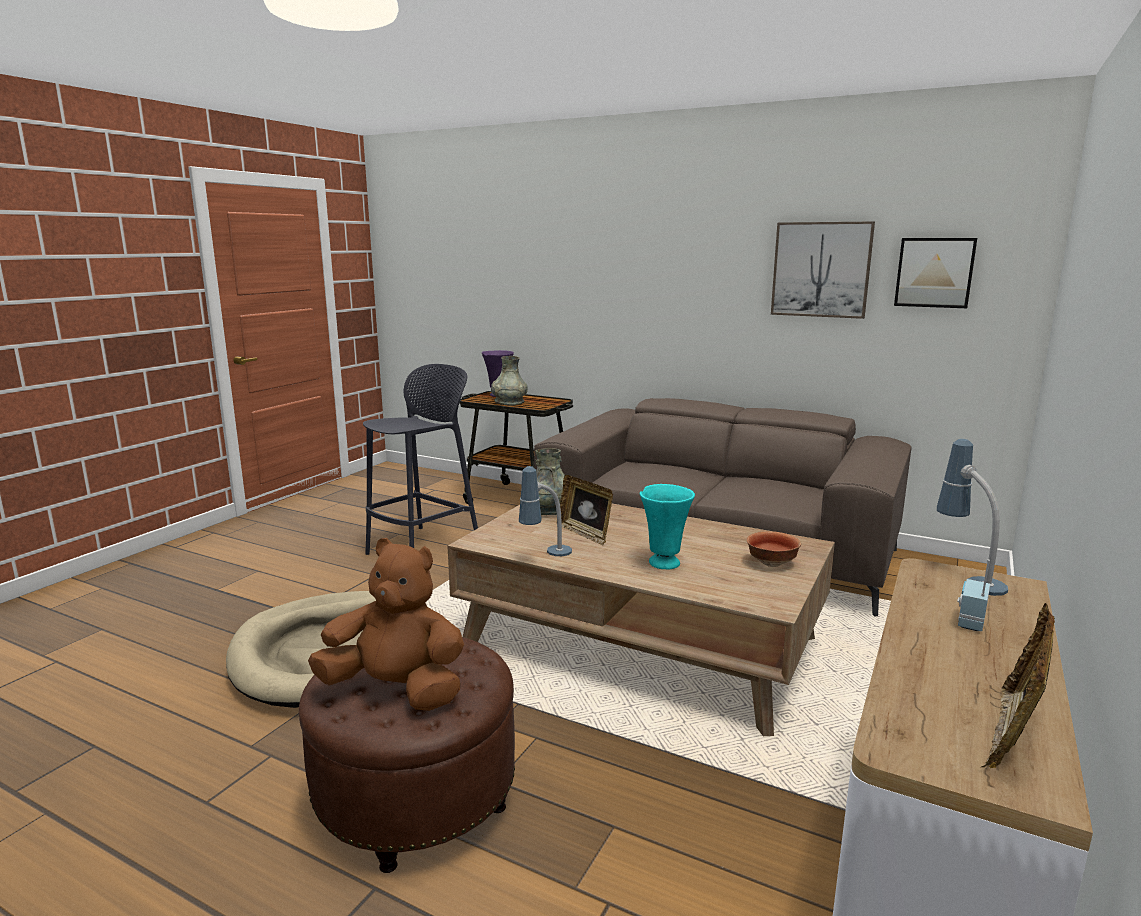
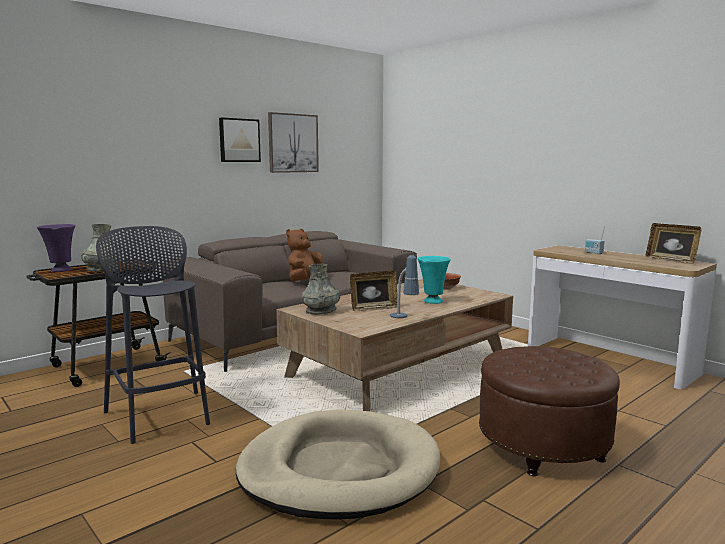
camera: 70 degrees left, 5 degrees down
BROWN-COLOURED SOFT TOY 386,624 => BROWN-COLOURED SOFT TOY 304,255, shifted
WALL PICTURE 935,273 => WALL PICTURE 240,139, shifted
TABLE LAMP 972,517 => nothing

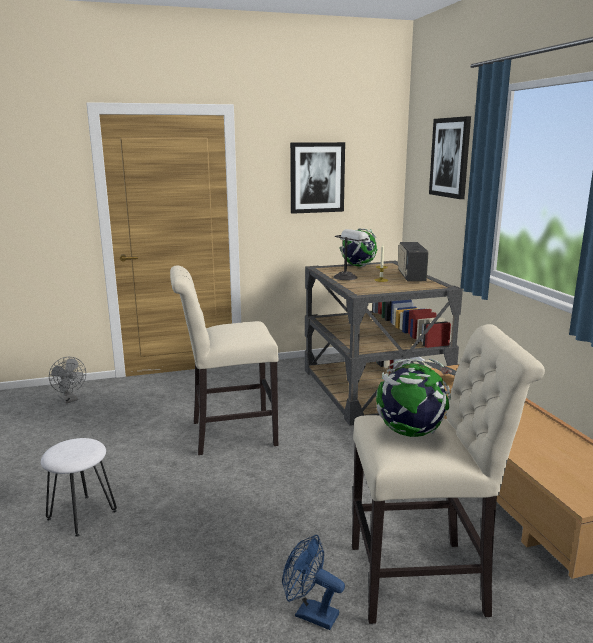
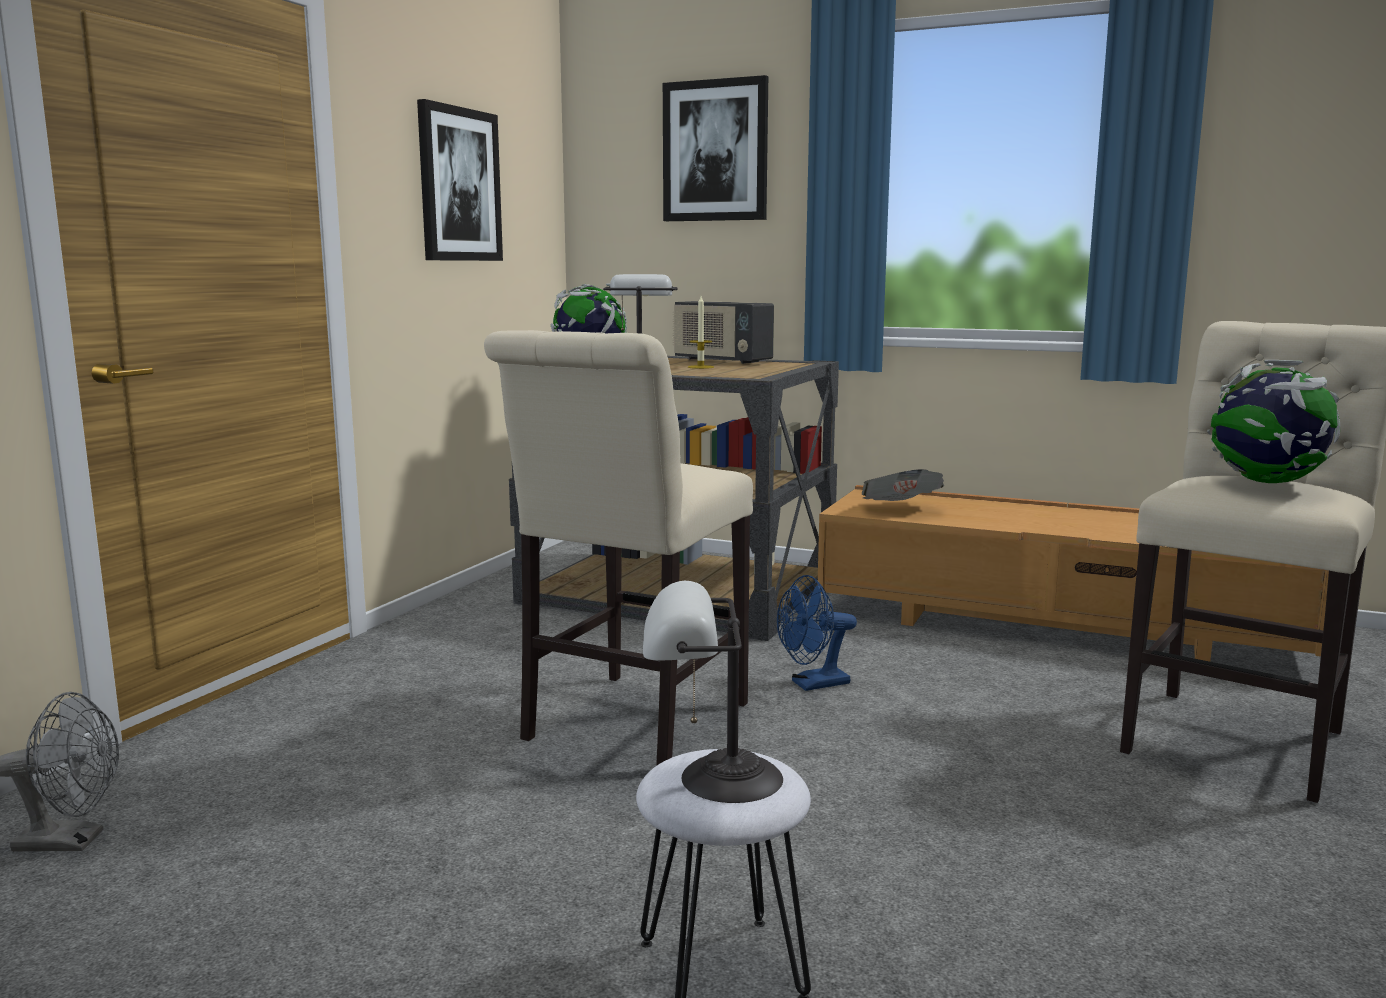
camera: 50 degrees left, 5 degrees down
BLUISH FAN 313,582 => BLUISH FAN 817,633, shifted
nothing => TABLE LAMP 713,692

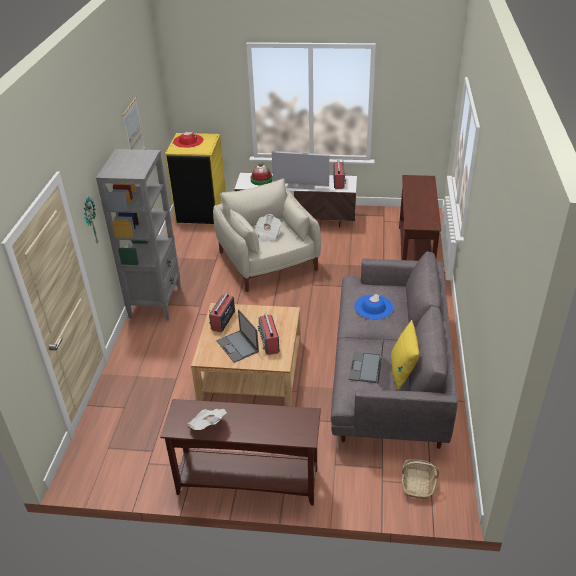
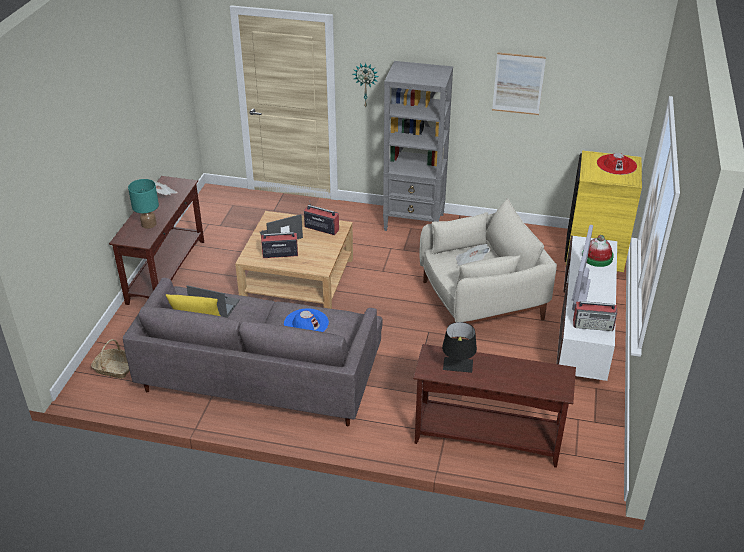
camera: 95 degrees right, 0 degrees up
nothing => TURQUOISE-COLOURED TABLE LAMP 143,204
nothing => BLACKISH TABLE LAMP 459,347

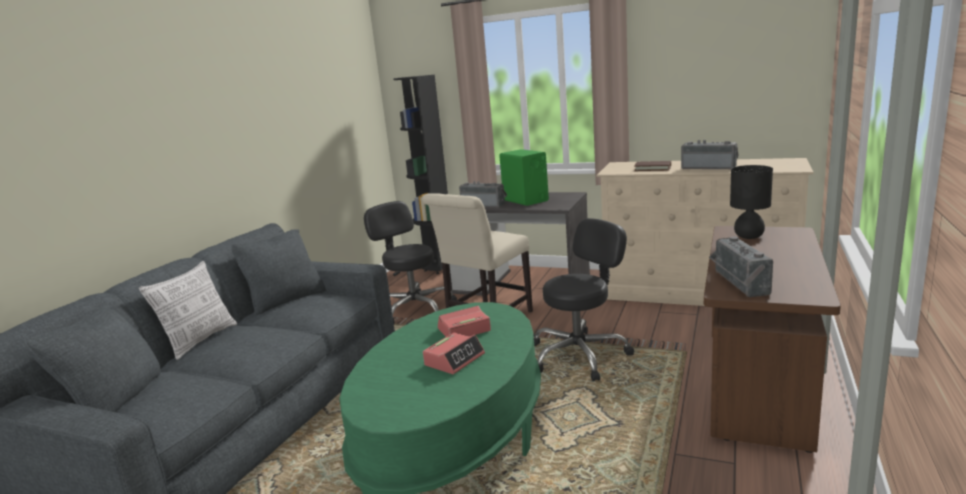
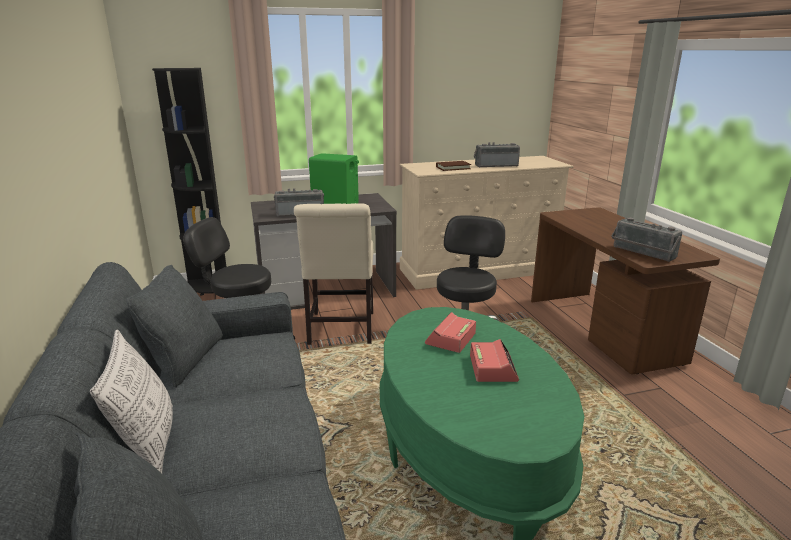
camera: 40 degrees left, 5 degrees up
BLACKISH TABLE LAMP 751,202 => nothing

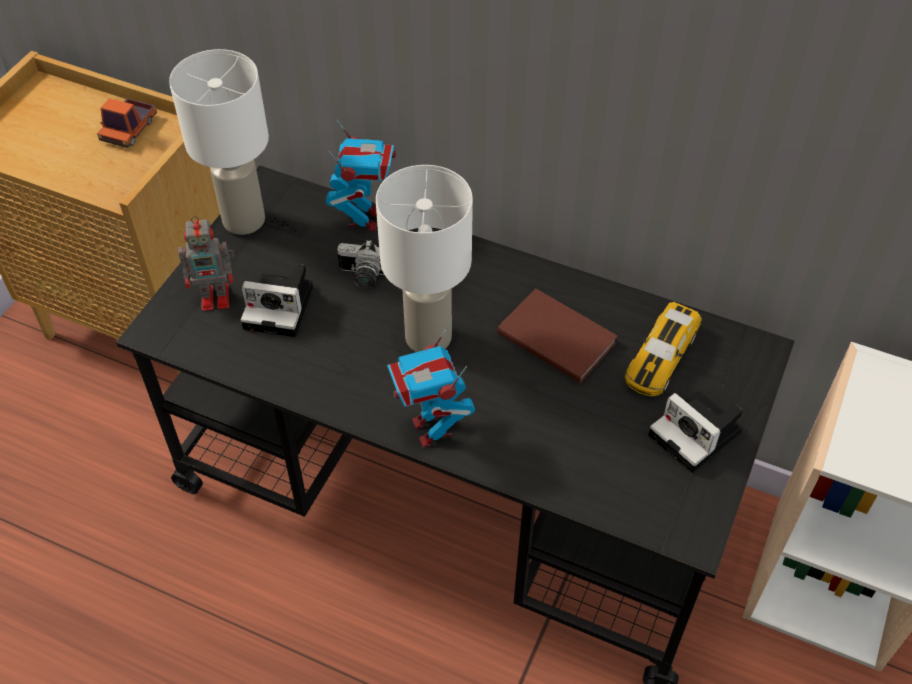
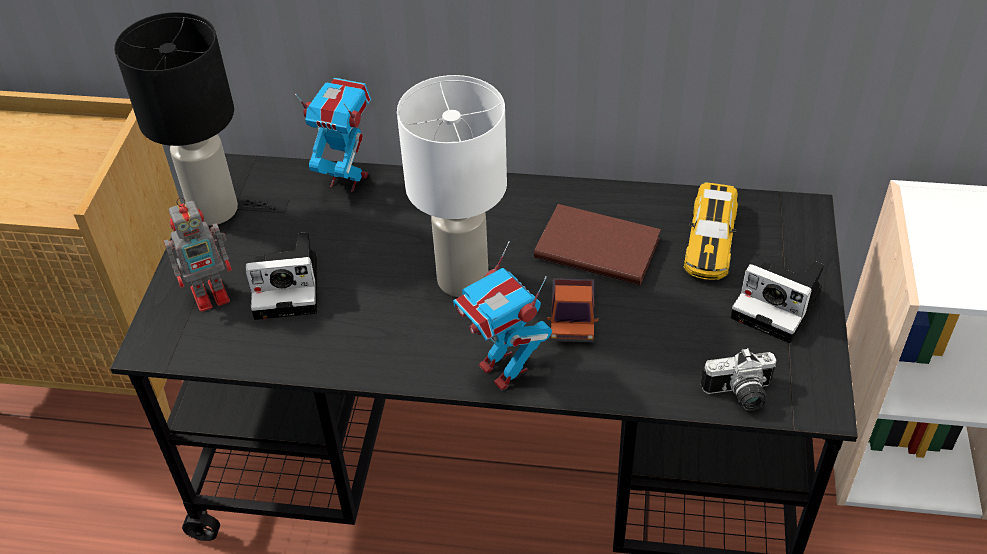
camera: 15 degrees left, 5 degrees down
TOY LORRY 127,123 => TOY LORRY 573,310, shifted
WHITISH TABLE LAMP 219,142 => BLACKISH TABLE LAMP 176,119
TOY ROBOT 361,175 => TOY ROBOT 333,135, 60 degrees counterclockwise
STILL CAMERA 360,264 => STILL CAMERA 739,379, shifted

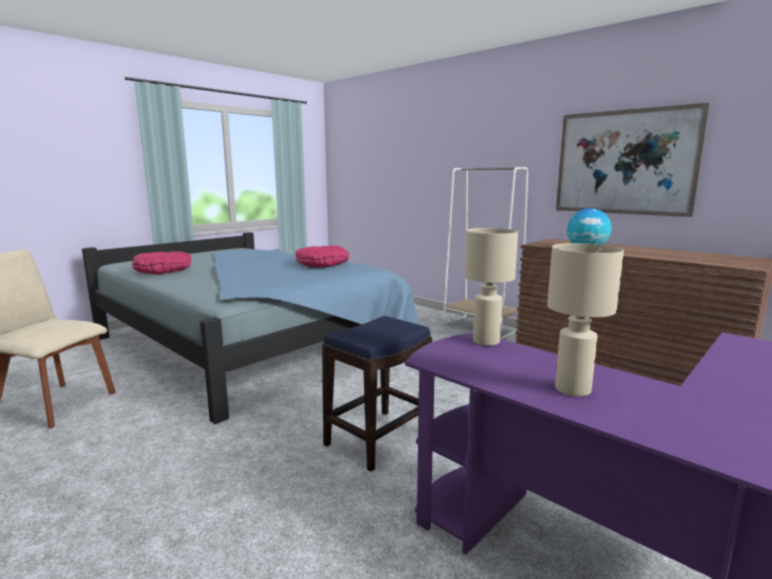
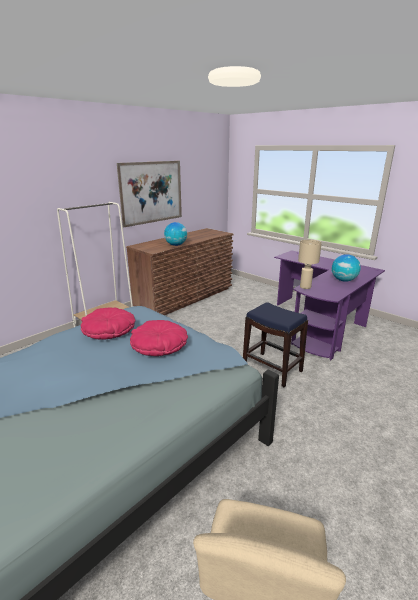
camera: 90 degrees left, 10 degrees up
PINK-COLOURED PILLOW 161,262 => PINK-COLOURED PILLOW 159,338, shifted
BEIGE-COLOURED TABLE LAMP 585,320 => DESK GLOBE 345,268

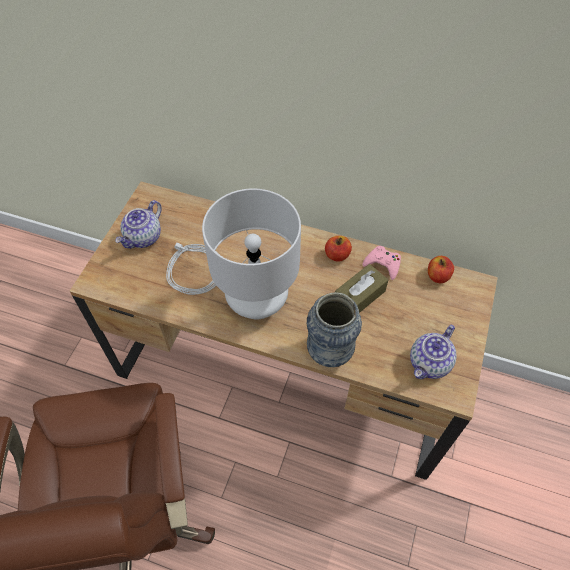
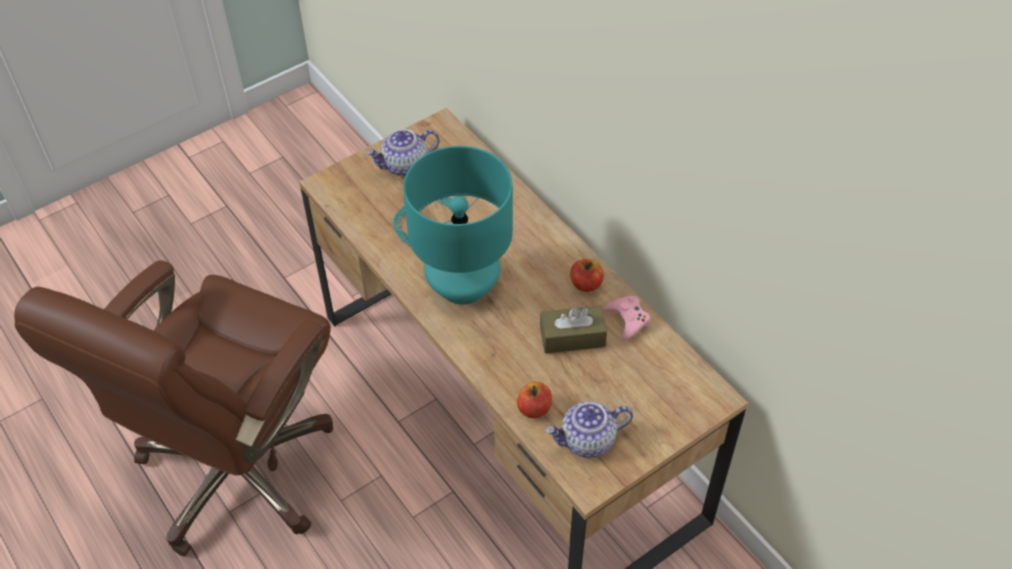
camera: 35 degrees right, 5 degrees down
WHITISH TABLE LAMP 233,253 => TURQUOISE-COLOURED TABLE LAMP 453,225
FLOWER VASE 334,329 => nothing
APPLE FRUIT 441,269 => APPLE FRUIT 534,400, shifted

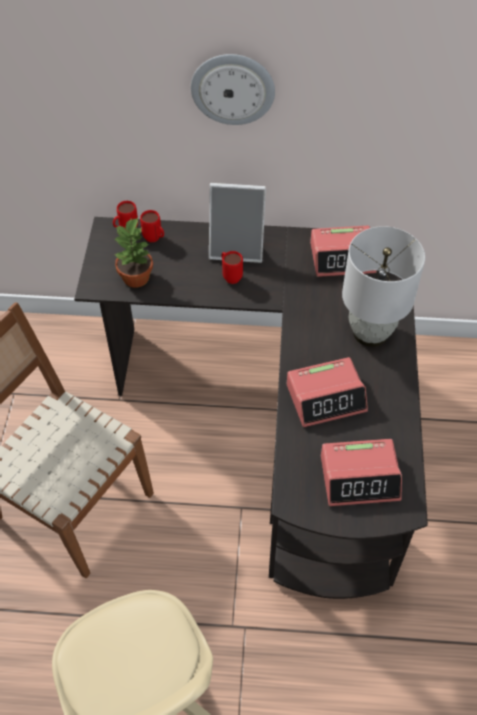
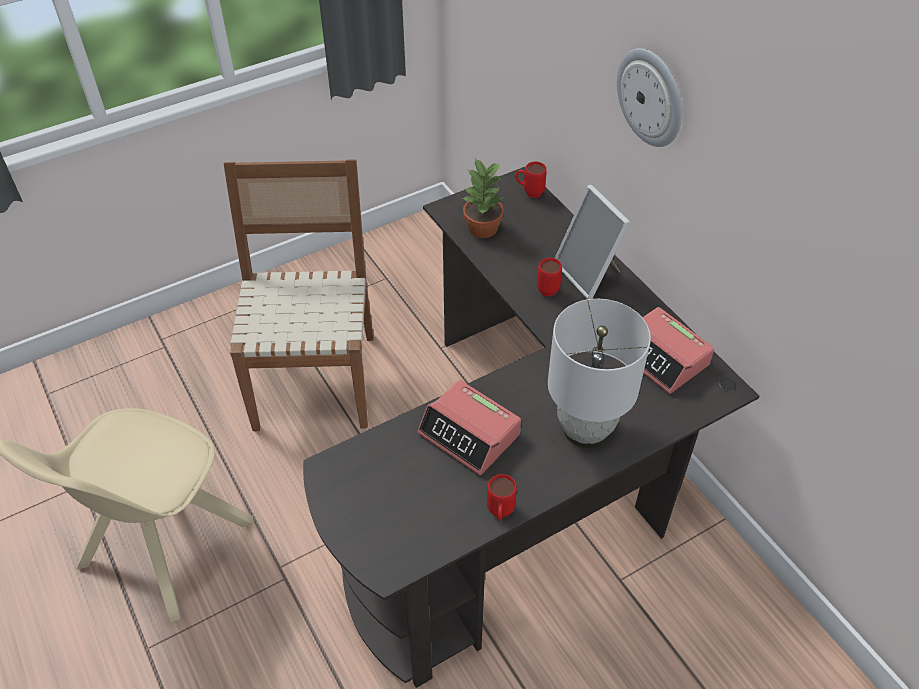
camera: 55 degrees right, 5 degrees down
RED-COLOURED MUG 152,226 => RED-COLOURED MUG 502,497, shifted
BEDSIDE CLOCK 361,472 => nothing

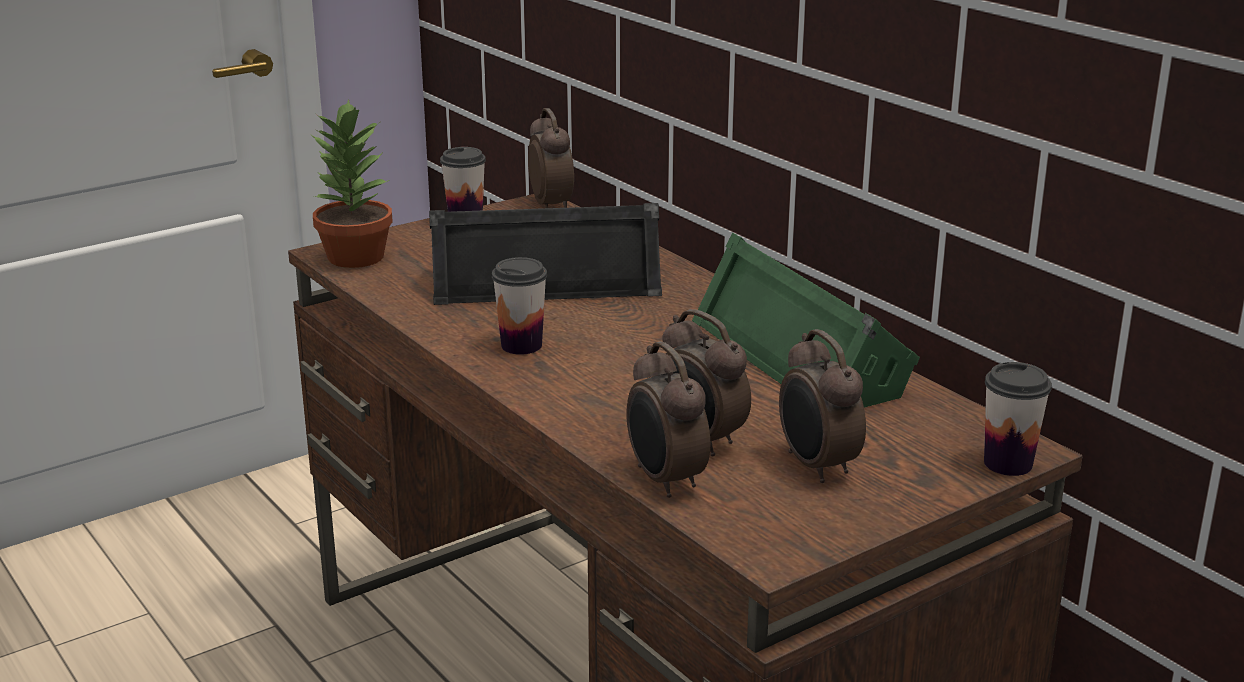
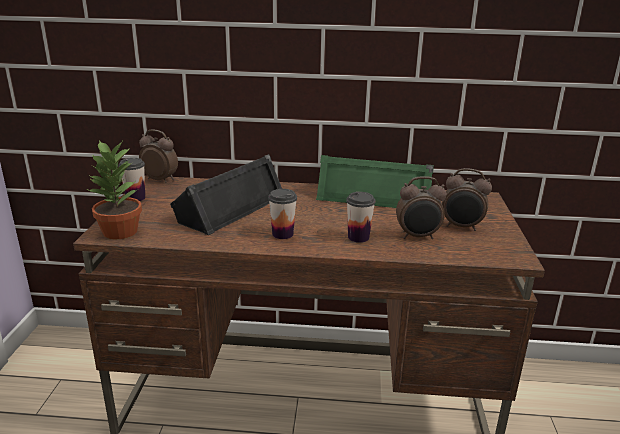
camera: 50 degrees left, 0 degrees up
BEDSIDE CLOCK 668,419 => nothing
CUP 1018,419 => CUP 361,217, shifted

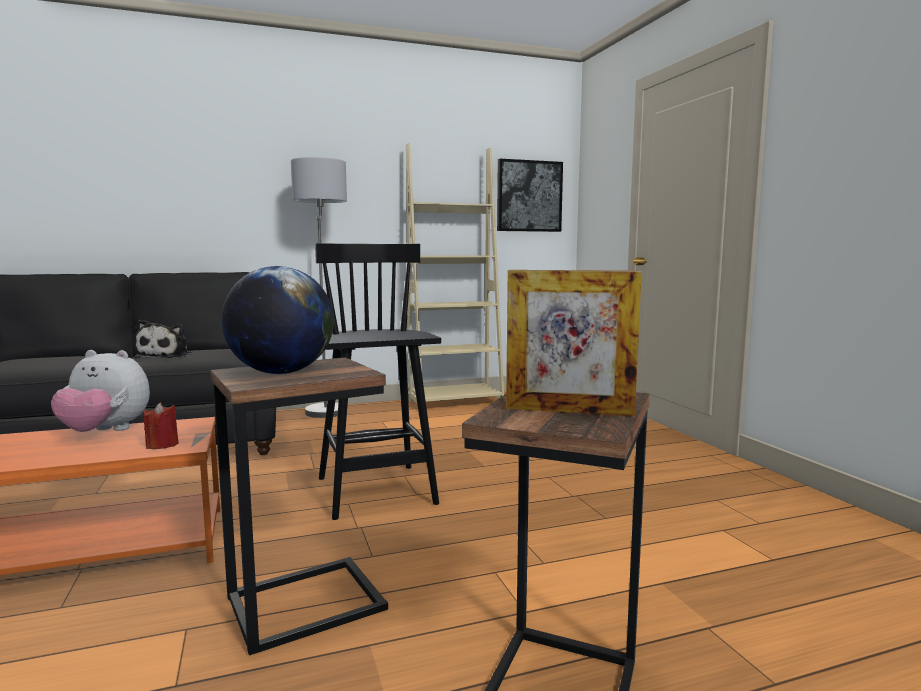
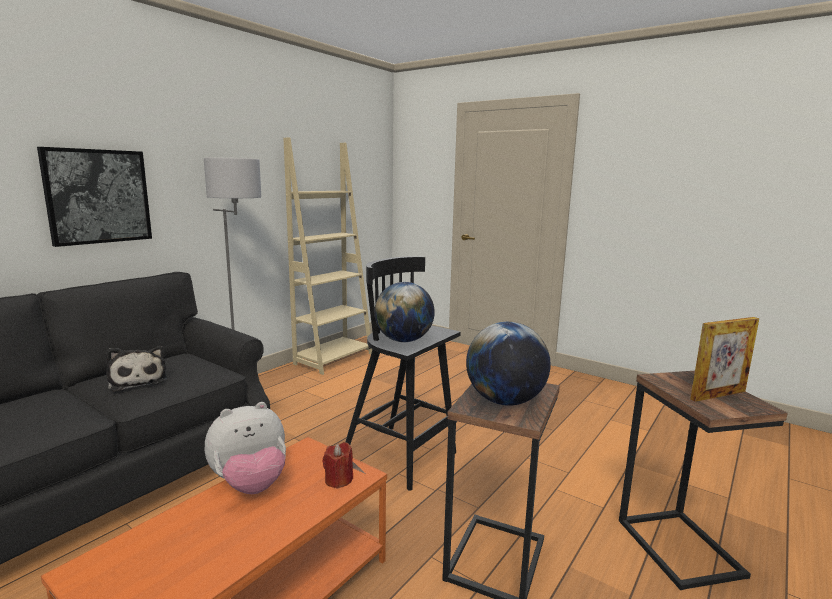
camera: 35 degrees left, 5 degrees up
WALL PICTURE 530,195 => WALL PICTURE 94,197, shifted
nothing => DESK GLOBE 404,312

